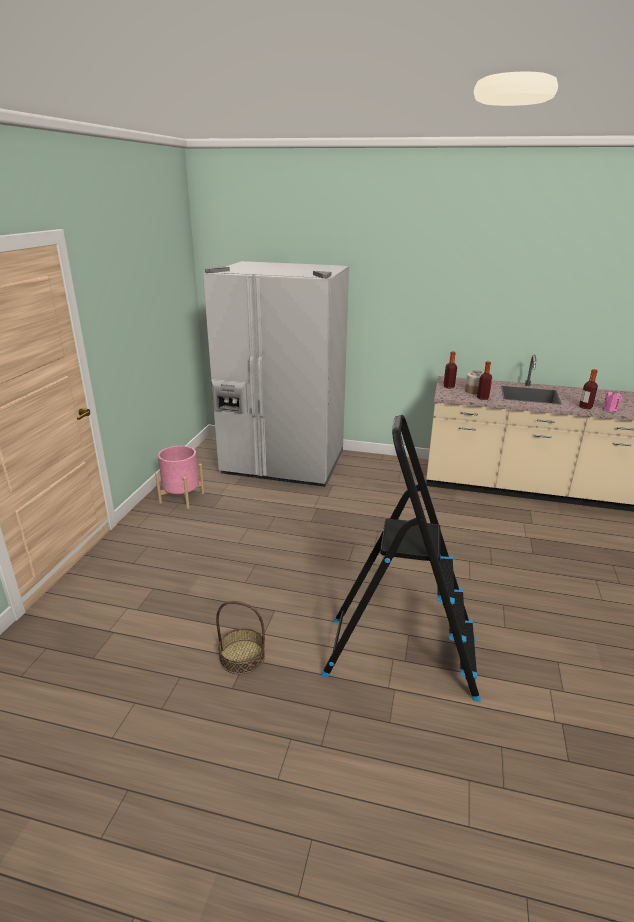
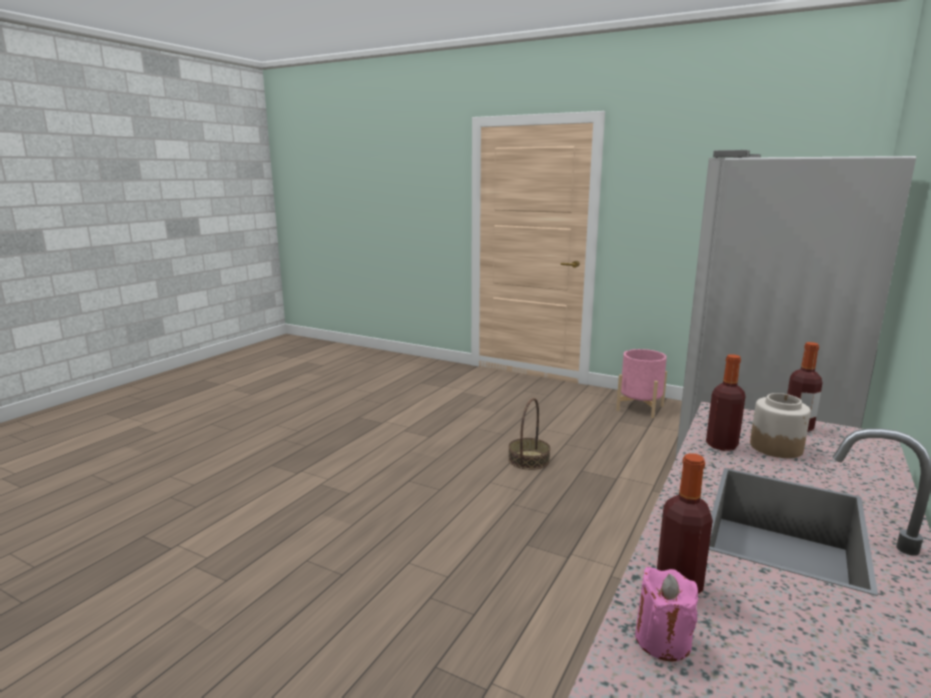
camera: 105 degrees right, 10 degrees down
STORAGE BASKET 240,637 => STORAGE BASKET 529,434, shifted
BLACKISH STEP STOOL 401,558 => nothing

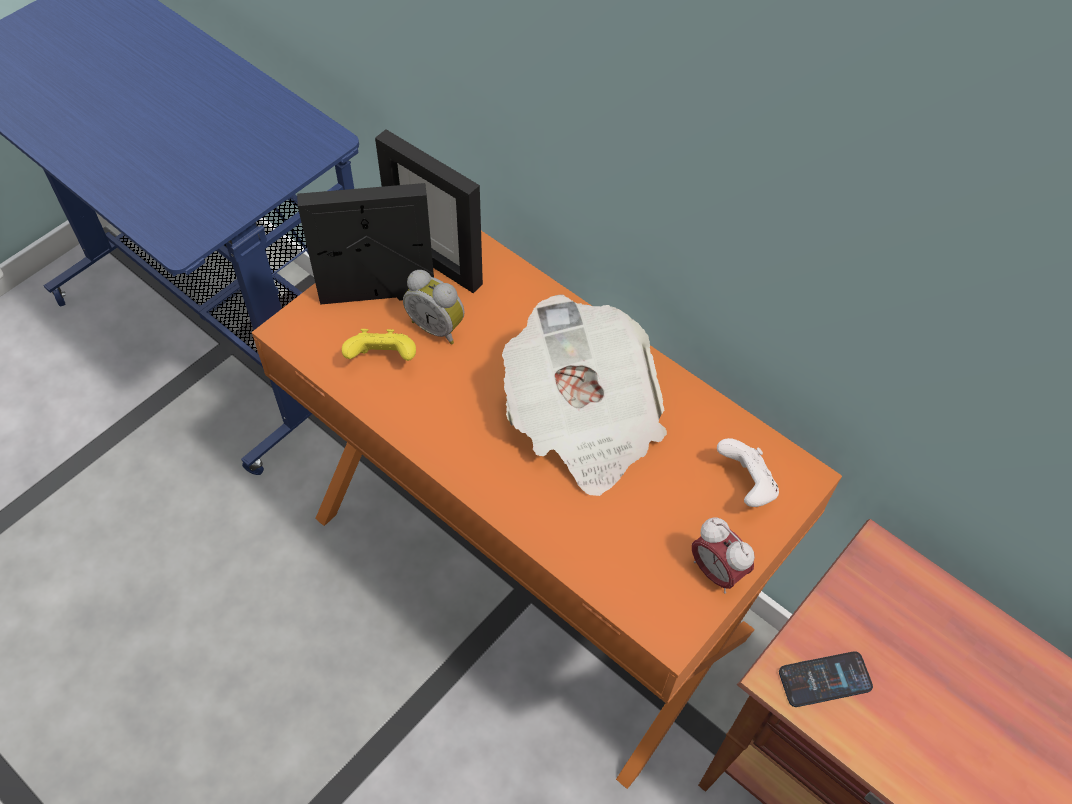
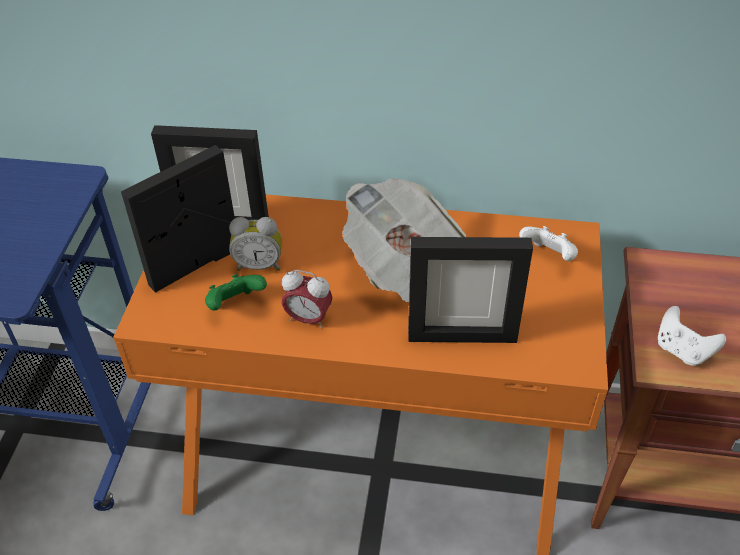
camera: 30 degrees left, 10 degrees down
YELLOWISH JOYPAD 379,345 => GREENISH JOYPAD 236,292
BEDSIDE CLOCK 723,555 => BEDSIDE CLOCK 307,299, shifted
TELEPHONE 826,679 => WHITISH JOYPAD 692,336
nothing => PICTURE FRAME 470,290

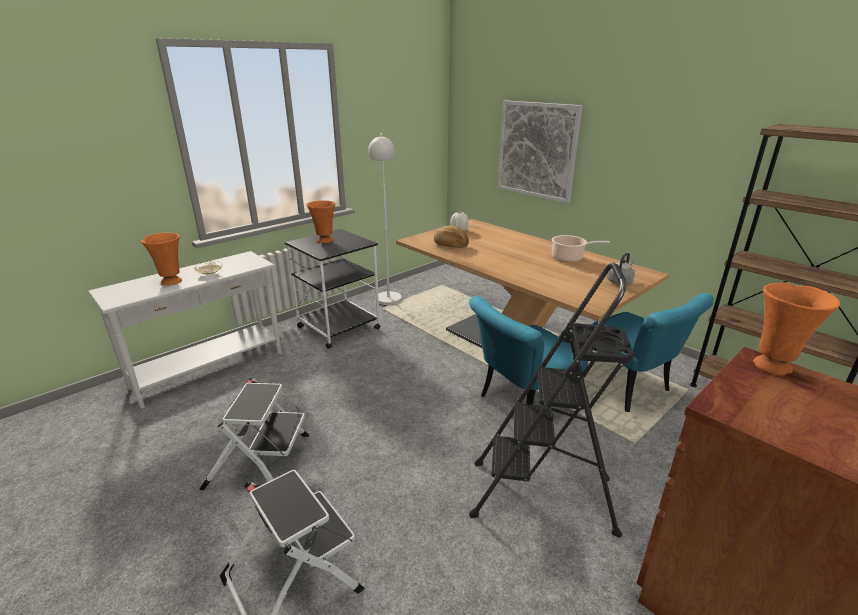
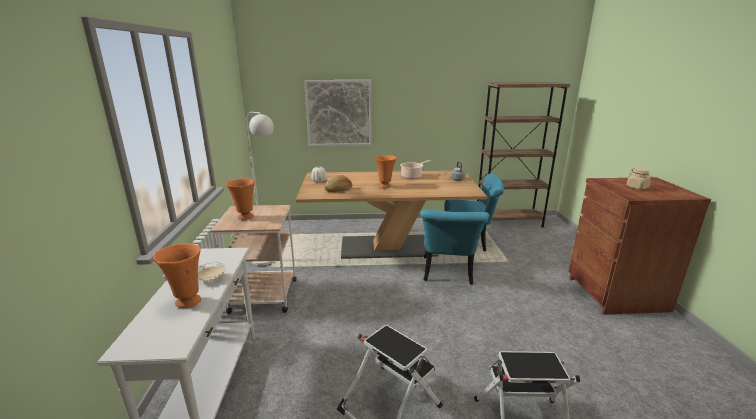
camera: 50 degrees left, 5 degrees down
BLACKISH CART 333,289 => BEIGE-COLOURED CART 253,259
STEP STOOL 551,400 => nothing
ORANGE FLOWER VASE 796,329 => ORANGE FLOWER VASE 386,171, shifted
nothing => BEIGE-COLOURED JAR 639,178

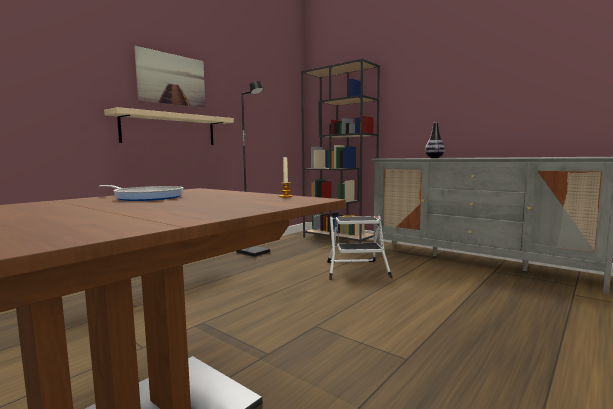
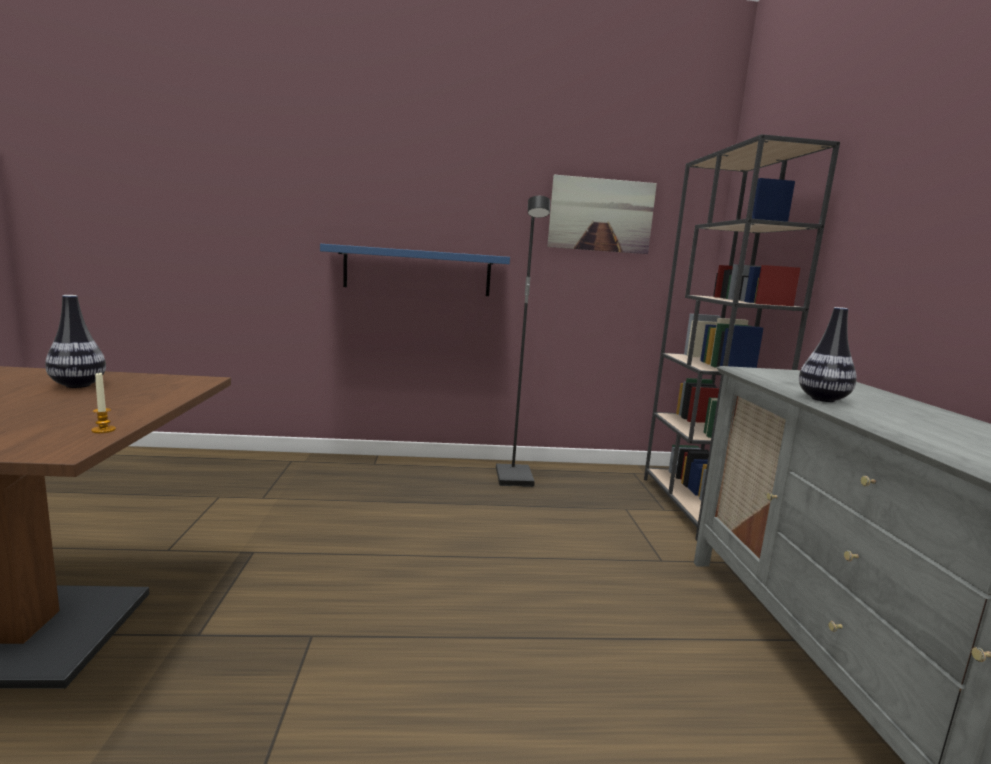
camera: 45 degrees right, 5 degrees up
FRYING PAN 141,193 => FLOWER VASE 75,341
BEIGE-COLOURED SHELF 169,126 => BLUISH SHELF 415,270
WALL PICTURE 170,77 => WALL PICTURE 602,214, shifted
STEP STOOL 359,247 => nothing

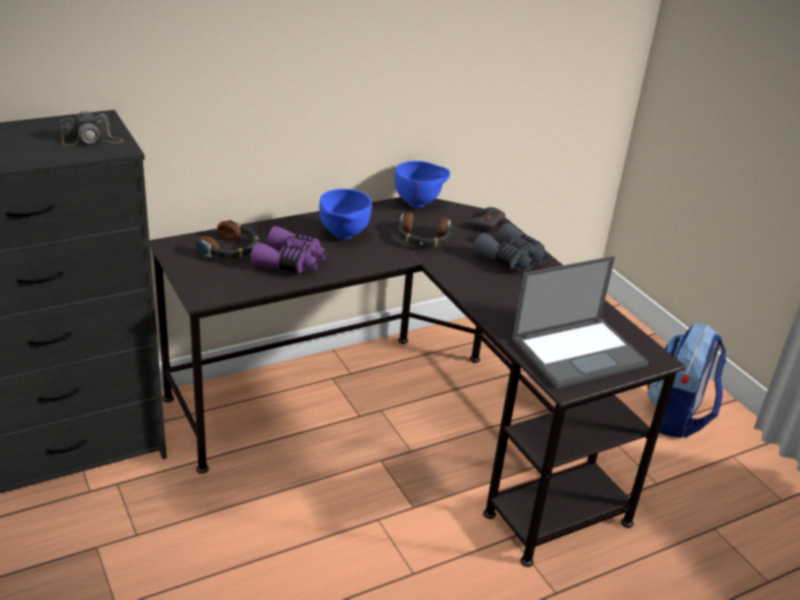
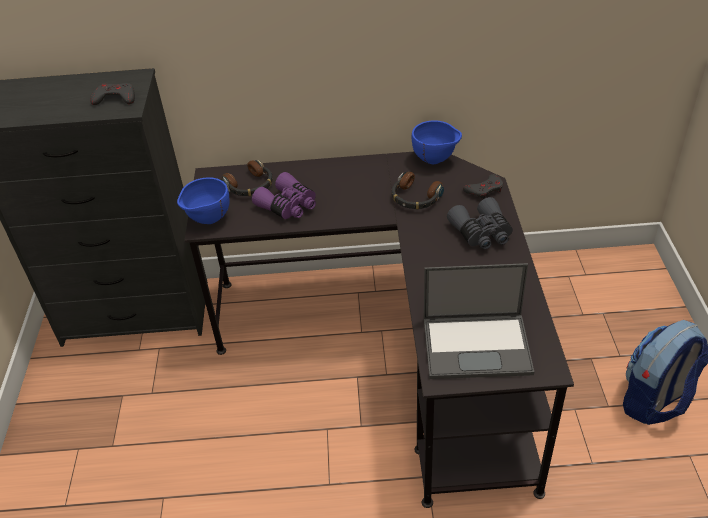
camera: 30 degrees right, 10 degrees up
STILL CAMERA 91,128 => GRAY JOYPAD 112,94
BLUISH SERVING BOWL 345,214 => BLUISH SERVING BOWL 203,200, shifted

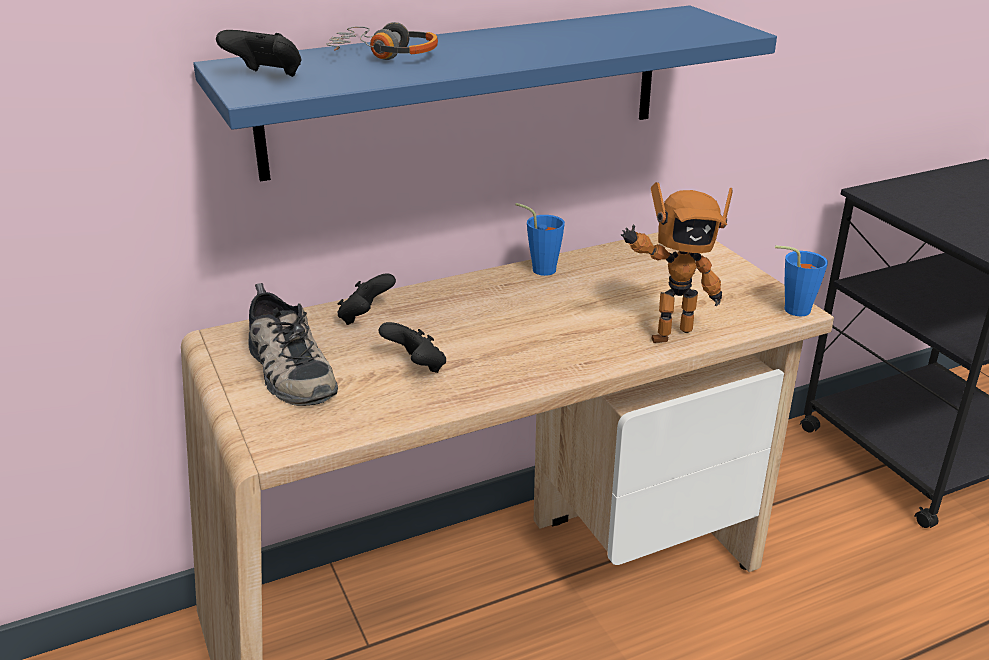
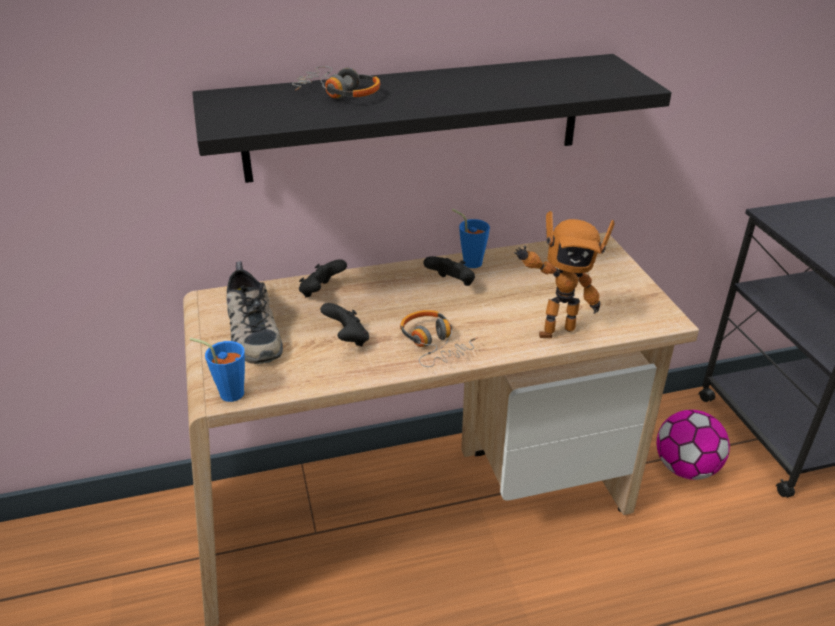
camera: 10 degrees right, 5 degrees up
BLUISH SHELF 485,93 => BLACKISH SHELF 432,118
BLACKISH JOYPAD 258,53 => BLACKISH JOYPAD 449,271, shifted
BLUISH CUP 801,280 => BLUISH CUP 217,370, shifted
nothing => HEADSET 439,338
nothing => FOOTBALL 693,445

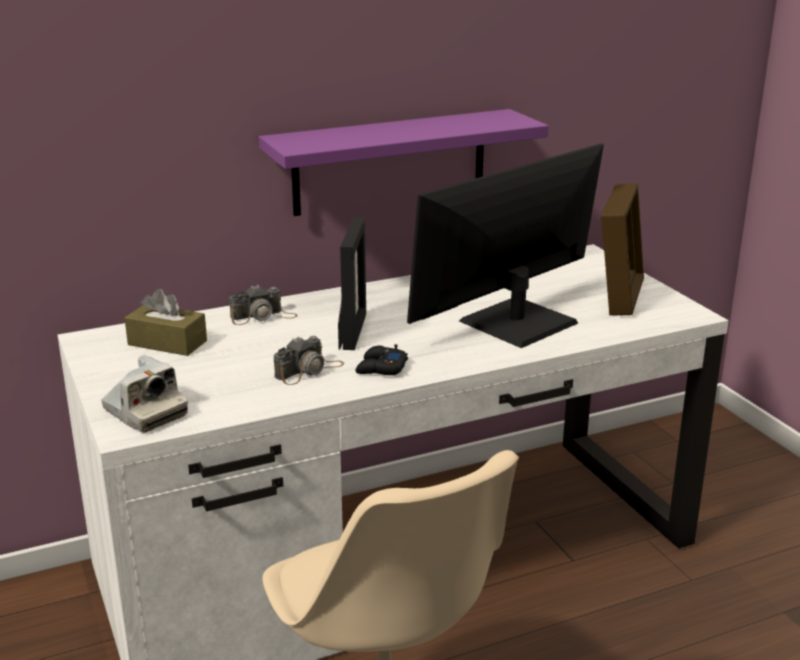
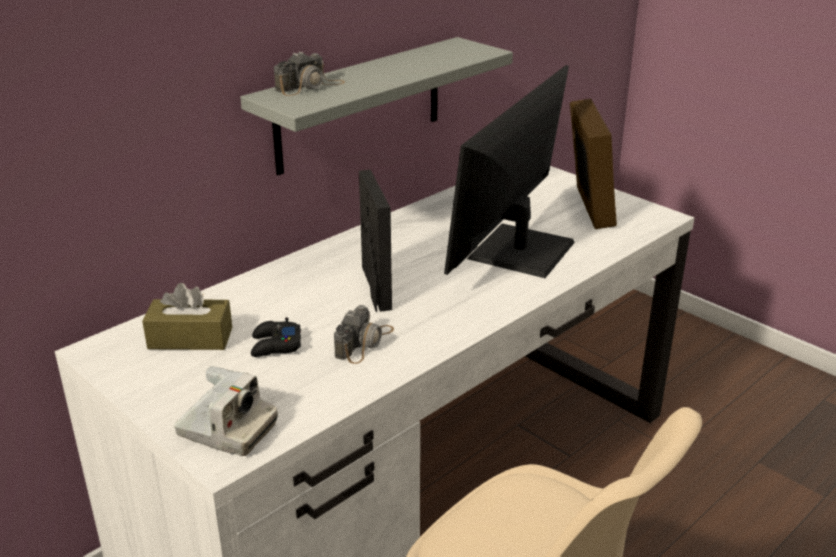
camera: 20 degrees left, 5 degrees up
STILL CAMERA 263,305 => STILL CAMERA 309,73, shifted
PURPLISH SHELF 403,162 => GRAY SHELF 376,106
BLACKISH JOYPAD 381,359 => BLACKISH JOYPAD 276,337, shifted

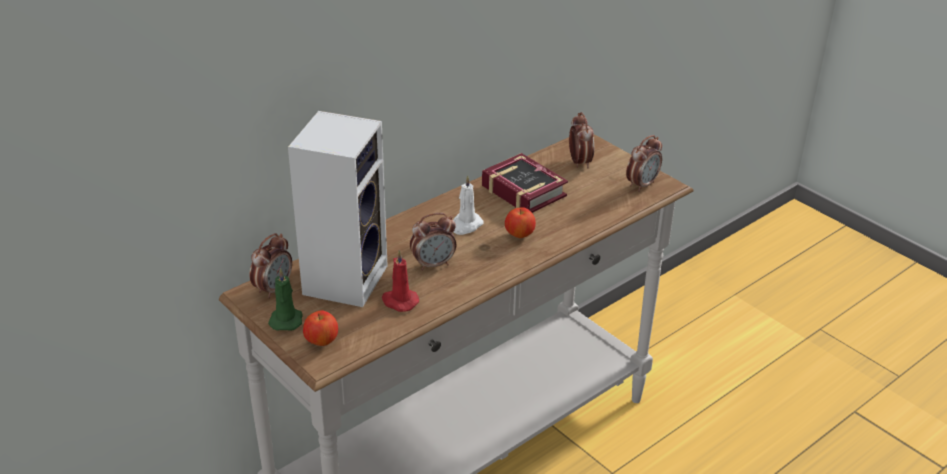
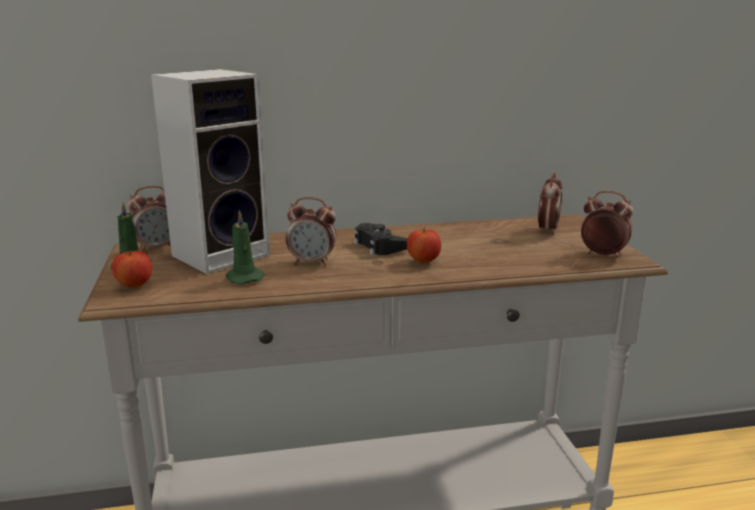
camera: 30 degrees right, 15 degrees down
RED-COLOURED CANDLE 400,281 => GREENISH CANDLE 245,247
WHITISH CANDLE 468,205 => BLACKISH JOYPAD 381,239
VOLUME 525,183 => nothing
BEDSIDE CLOCK 644,163 => BEDSIDE CLOCK 607,224, 135 degrees counterclockwise

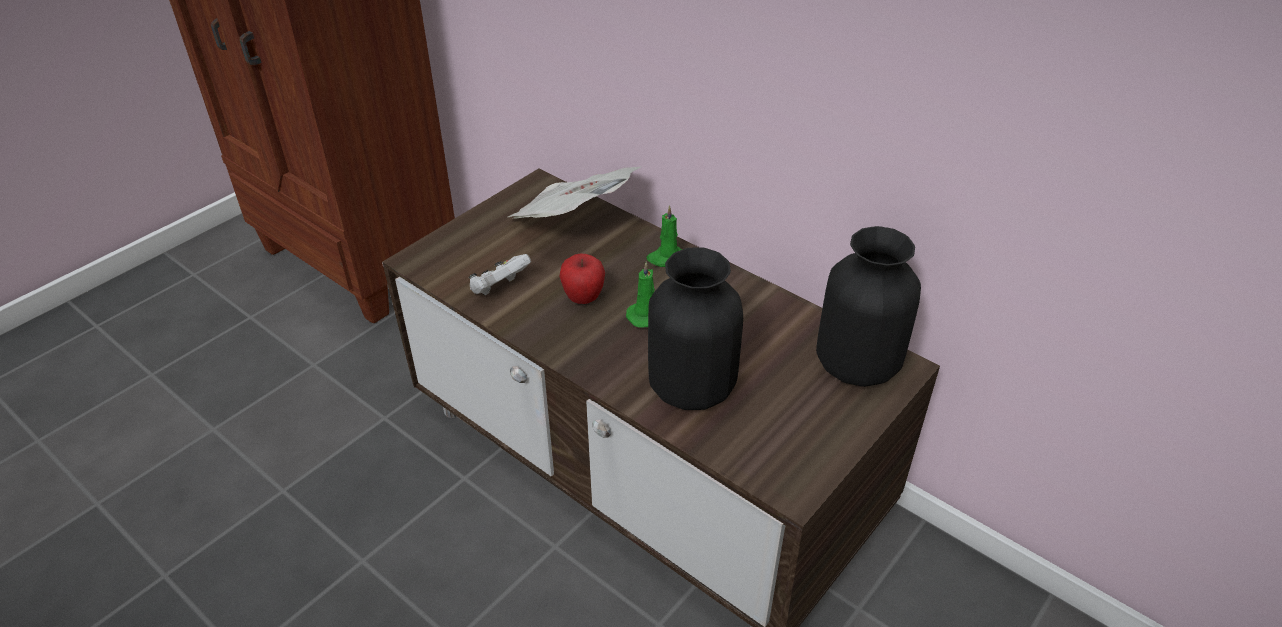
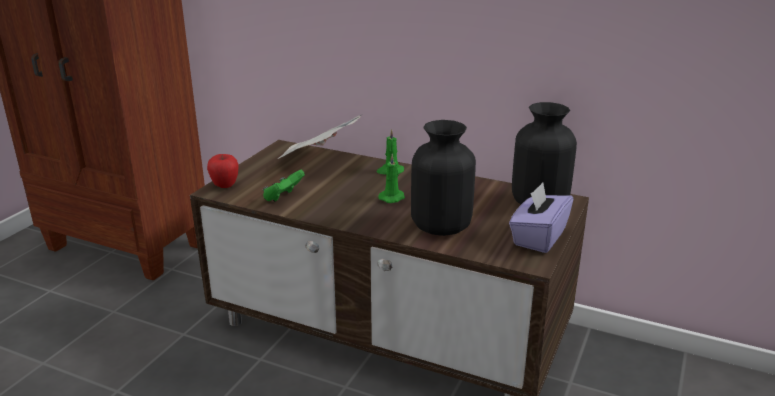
camera: 15 degrees left, 15 degrees down
WHITISH JOYPAD 500,275 => GREENISH JOYPAD 284,186
APPLE FRUIT 582,278 => APPLE FRUIT 223,171, shifted
nothing => PURPLISH TISSUE HOLDER 541,217

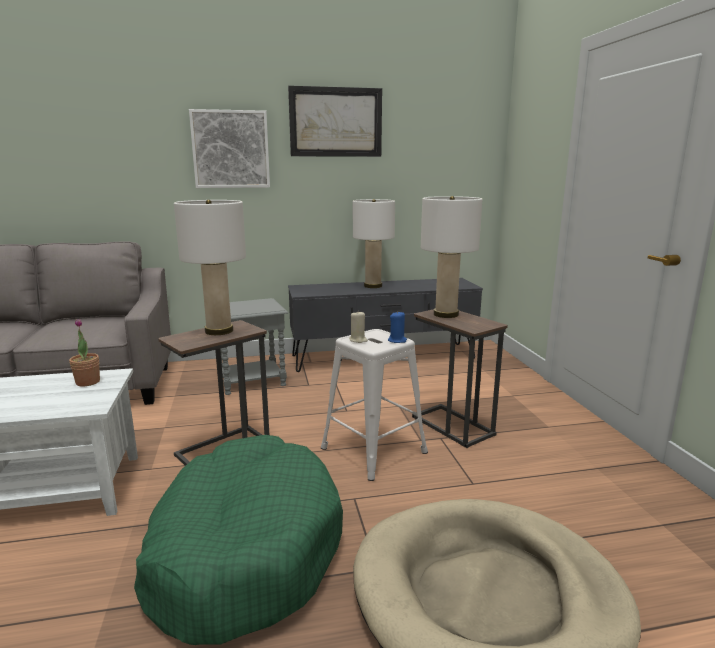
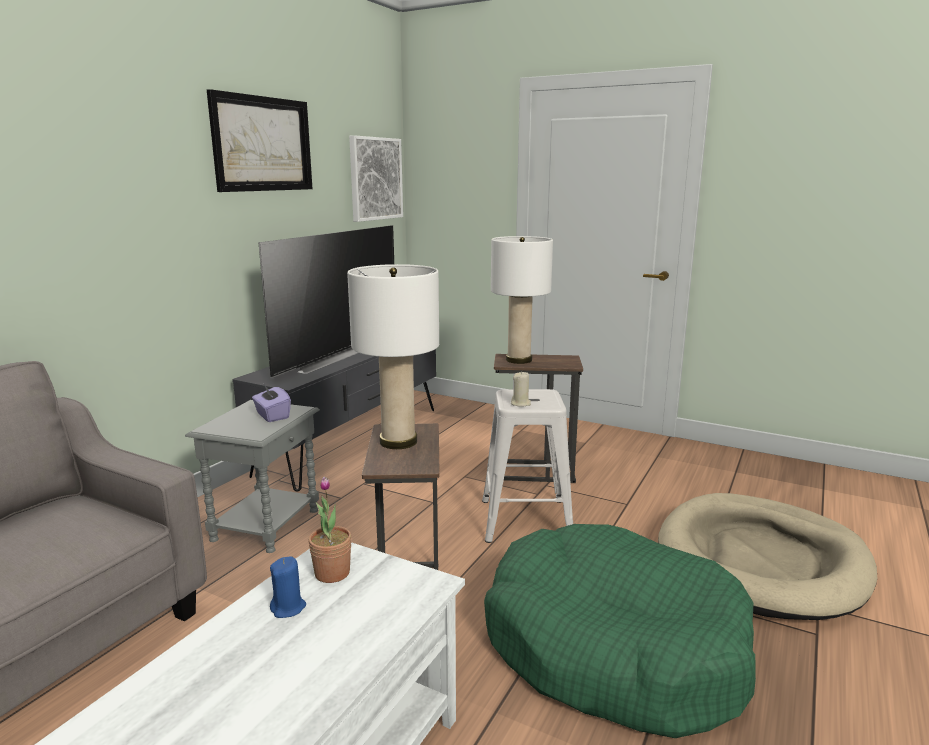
camera: 50 degrees left, 0 degrees up
WALL PICTURE 229,148 => WALL PICTURE 376,178, shifted
WHITISH TABLE LAMP 374,243 => TV SET 326,301
BLUISH CANDLE 397,327 => BLUISH CANDLE 288,587, shifted
nothing => PURPLISH TISSUE HOLDER 271,403

